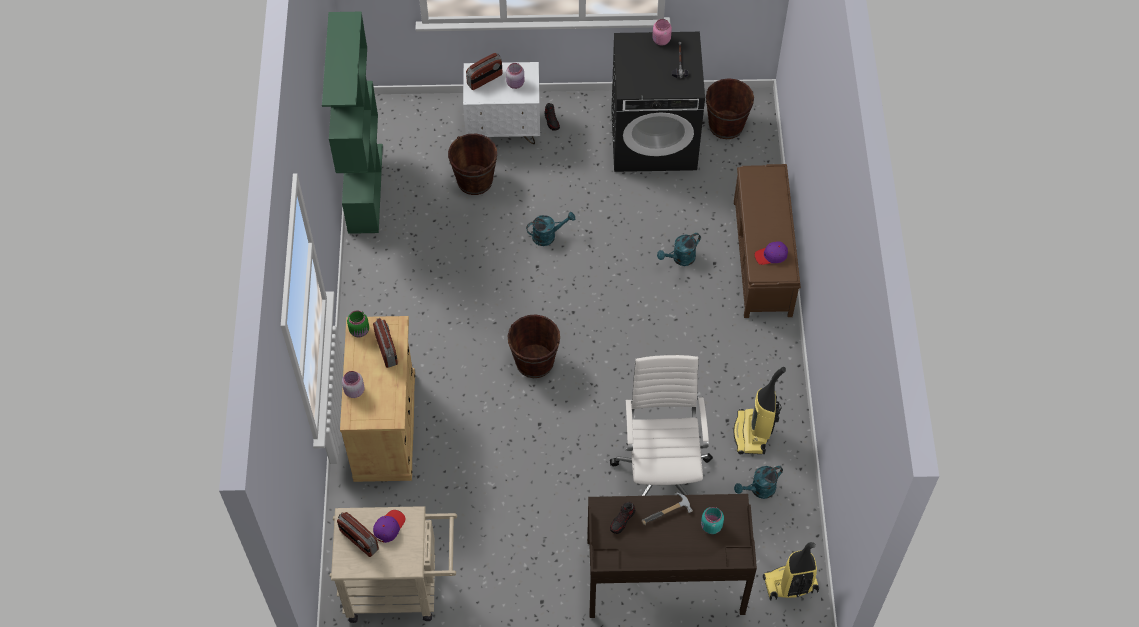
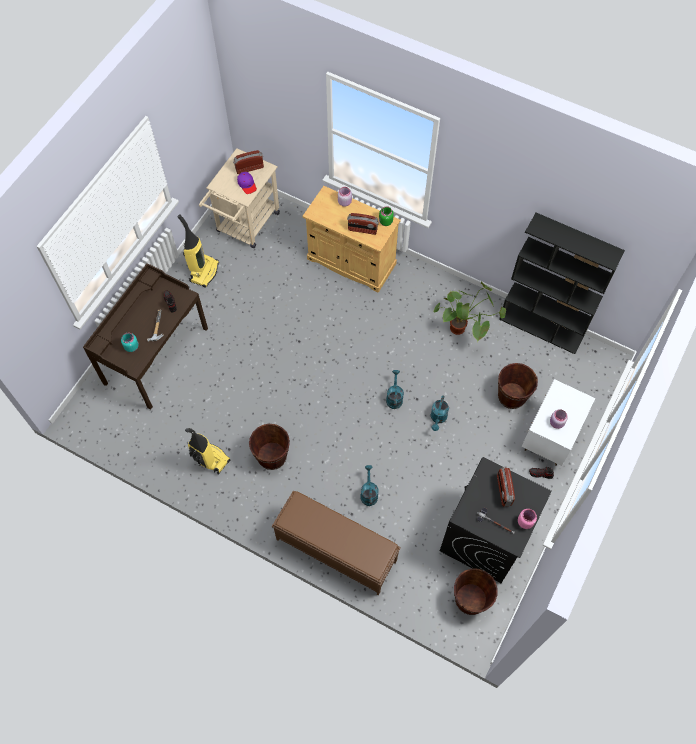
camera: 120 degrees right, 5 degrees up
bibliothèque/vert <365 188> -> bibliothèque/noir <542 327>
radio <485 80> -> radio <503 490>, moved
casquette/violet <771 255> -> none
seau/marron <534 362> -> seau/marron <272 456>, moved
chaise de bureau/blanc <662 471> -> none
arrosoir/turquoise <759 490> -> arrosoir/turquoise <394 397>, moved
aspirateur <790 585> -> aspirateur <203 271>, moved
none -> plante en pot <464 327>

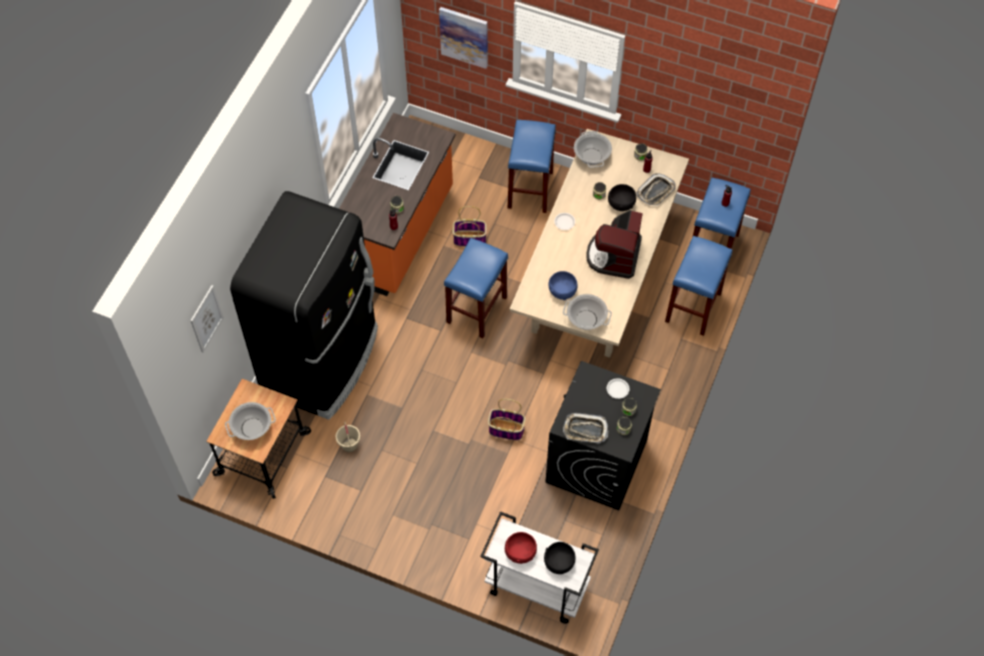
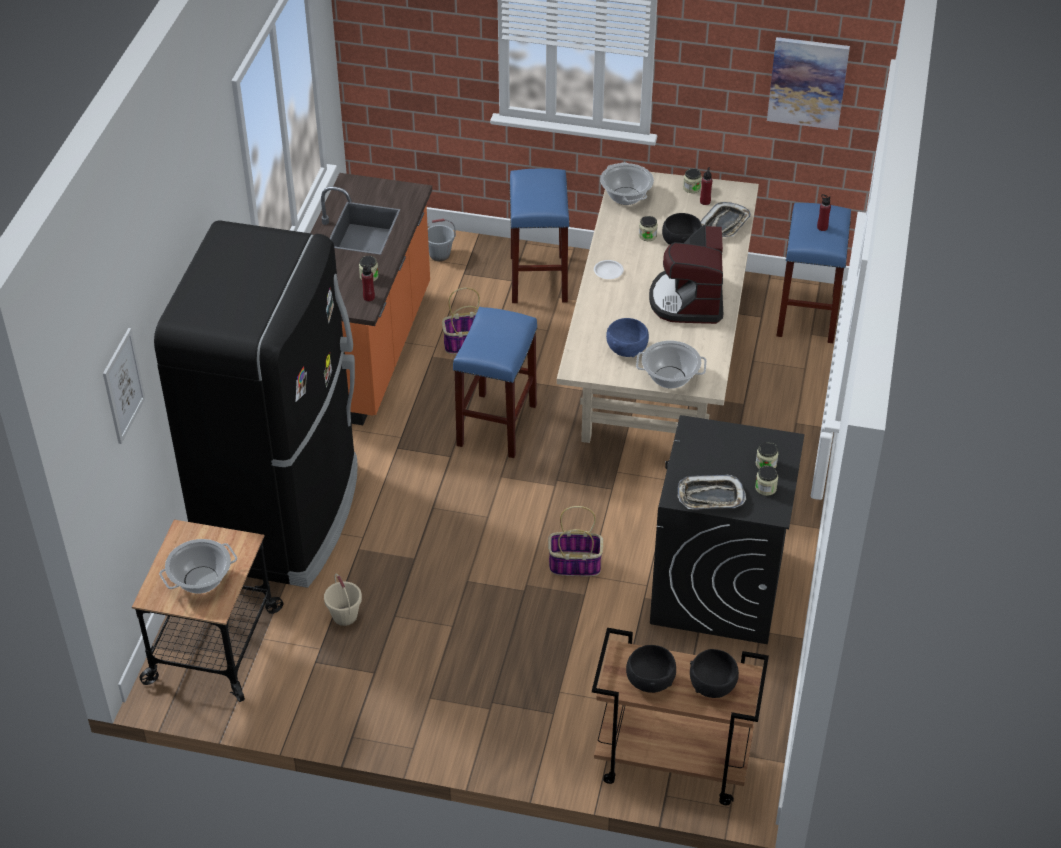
camera: 10 degrees left, 15 degrees down
tableau <464 36> -> tableau <807 82>, moved
tabouret/bleu <693 308> -> none
assiette/blanc <617 389> -> none
chariot/blanc <535 587> -> chariot/marron <670 763>
bol/rouge <520 552> -> bol/noir <649 680>
none -> seau/gris <439 255>

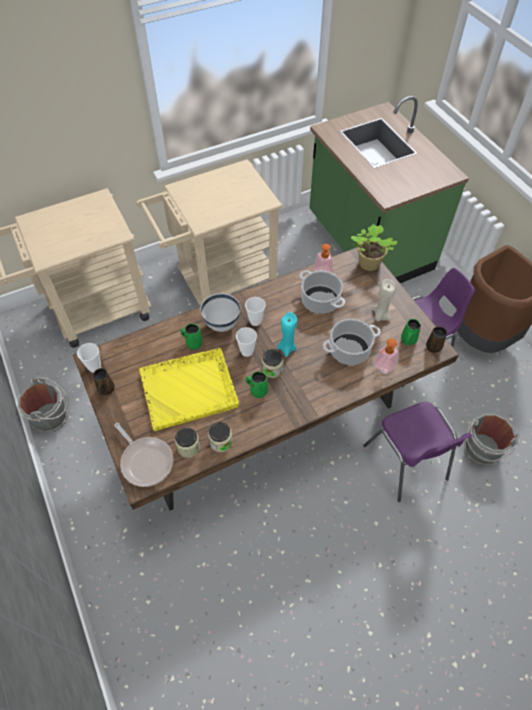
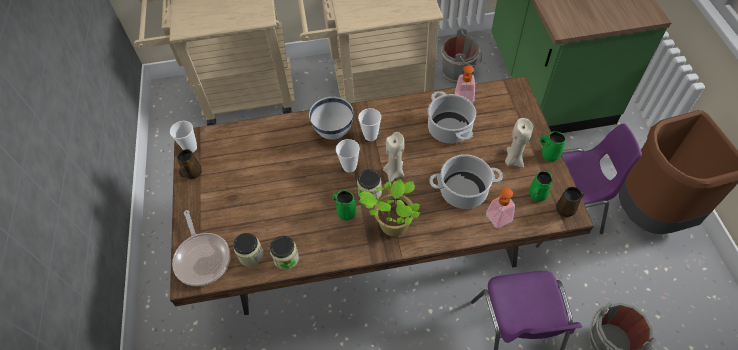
camera: 20 degrees right, 0 degrees up
plante en pot <368 264> -> plante en pot <392 225>, moved
bougie/turquoise <287 348> -> bougie/beige <394 172>
mug/vert <193 343> -> mug/vert <549 154>, moved
plateau/jaune <189 389> -> none
seau/gris <52 417> -> seau/gris <459 72>, moved

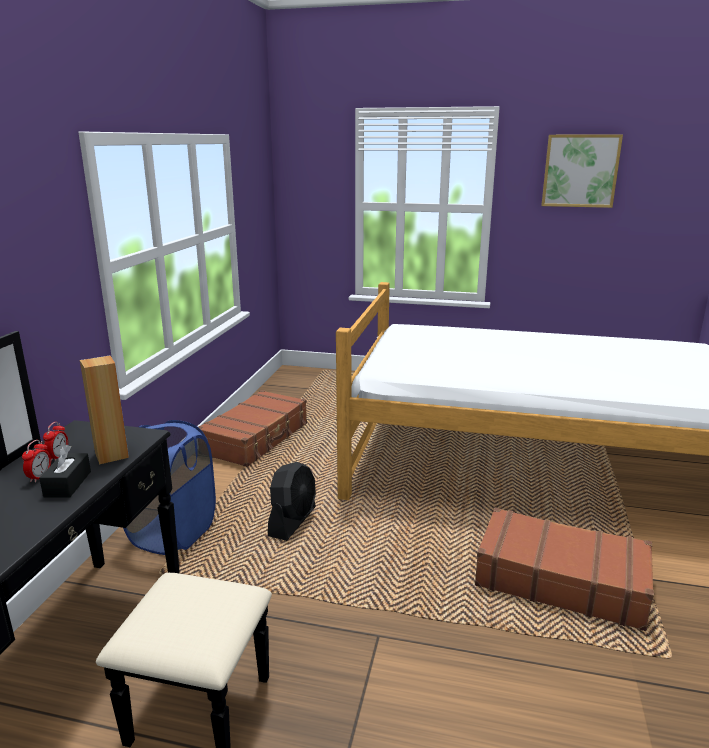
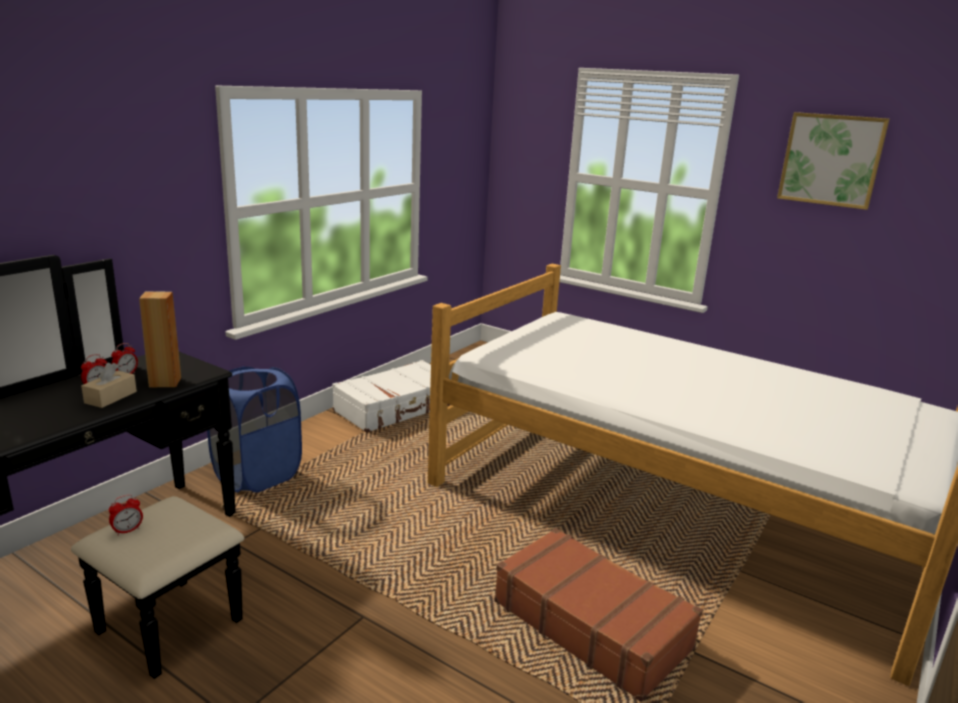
camera: 20 degrees right, 0 degrees up
valise/marron <256 438> -> valise/blanc <397 408>
boîte à mouchoirs/noir <68 484> -> boîte à mouchoirs/beige <110 397>
ventilateur/noir <293 521> -> none
none -> réveil <127 530>

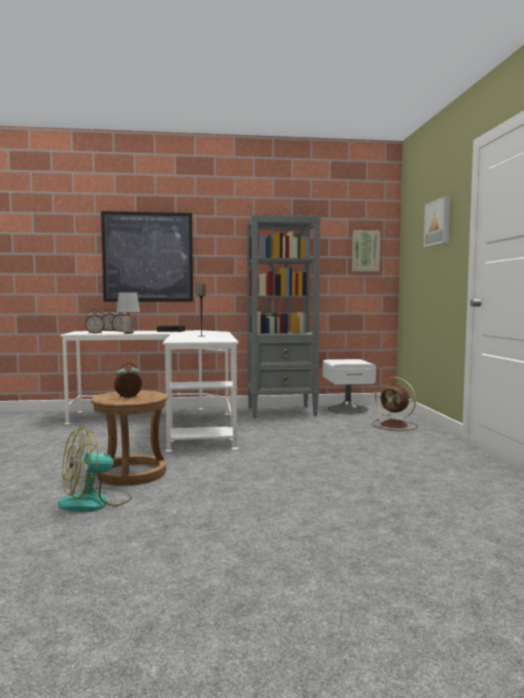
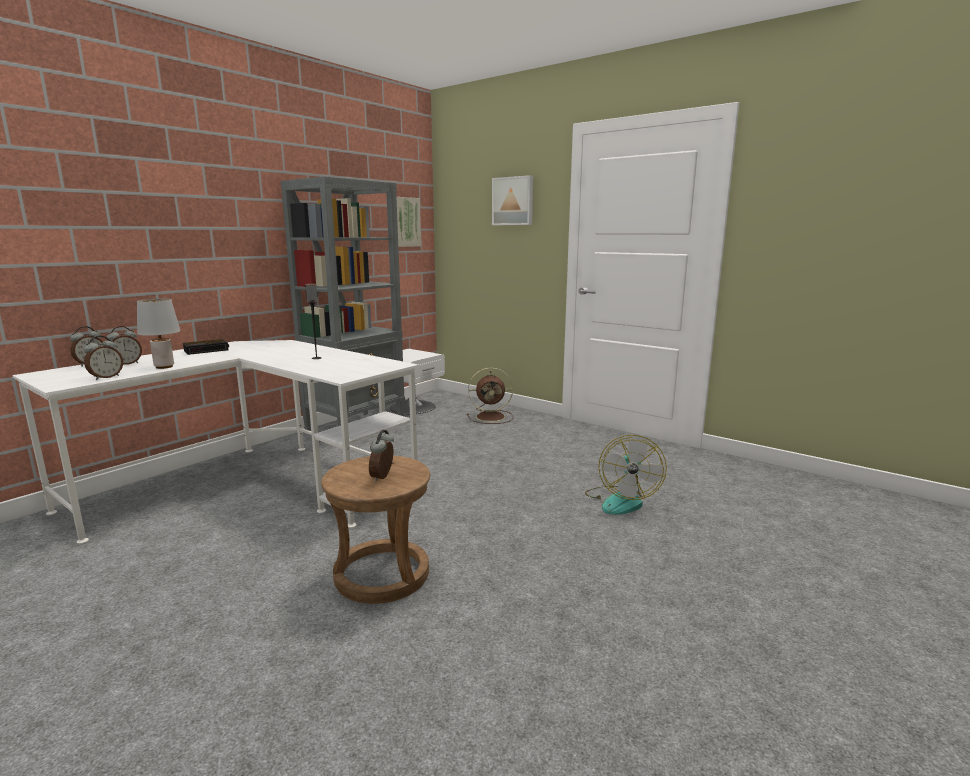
camera: 45 degrees left, 10 degrees up
tableau <148 257> -> none
ventilateur <95 502> -> ventilateur <621 500>, moved

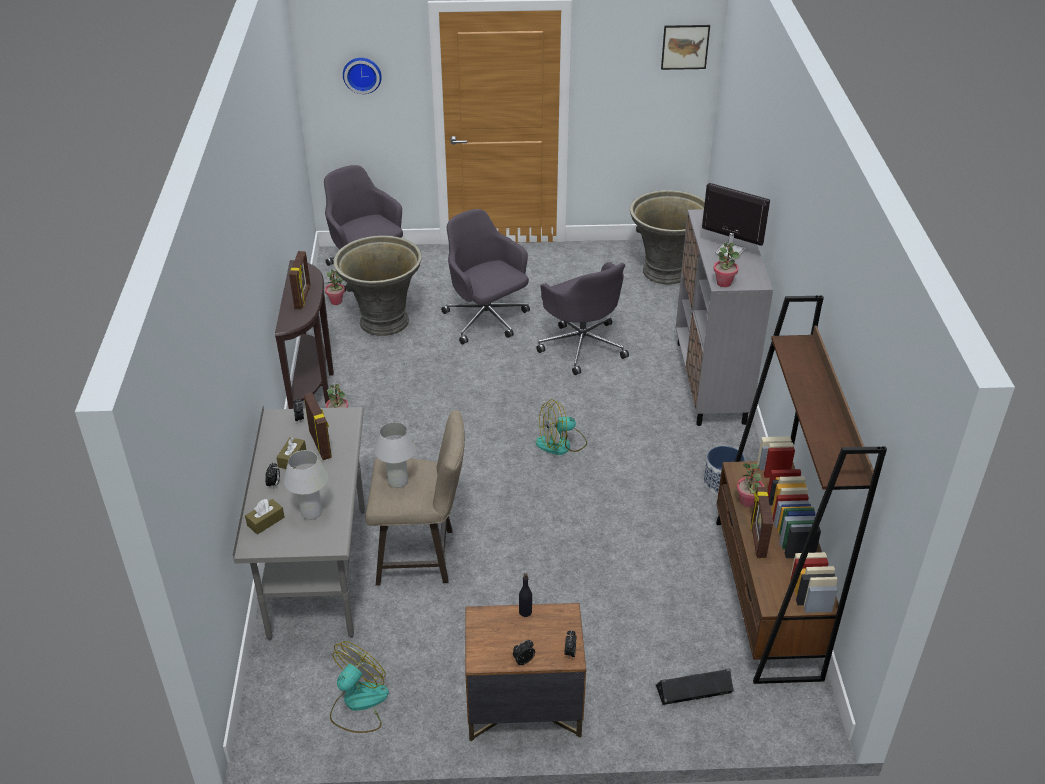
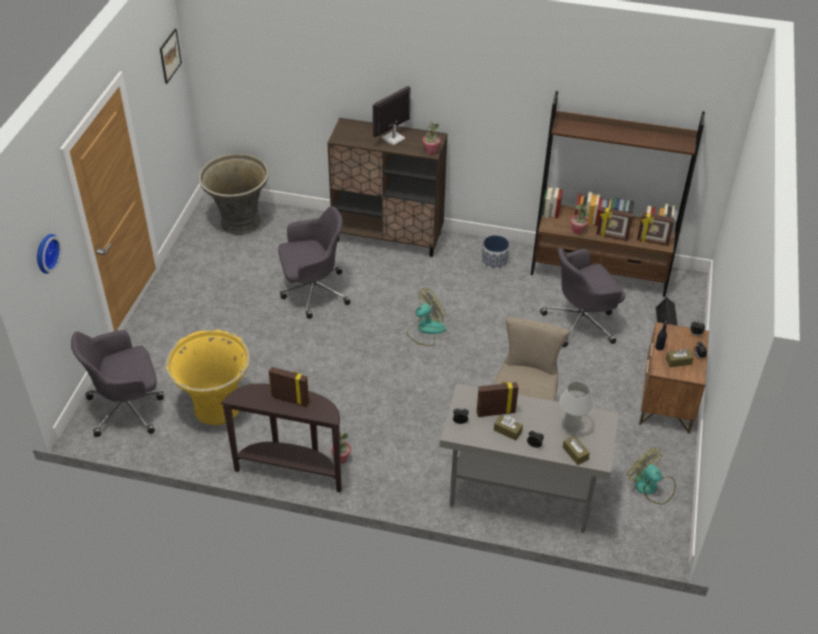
camera: 75 degrees left, 5 degrees up
chaise de bureau/gris <486 320> -> chaise de bureau/gris <581 322>, moved
meuble de rangement/gris <710 382> -> meuble de rangement/marron <388 237>
cache-pot/gris <383 321> -> cache-pot/jaune <215 408>
plante en pot <336 301> -> none
ventilateur <561 443> -> ventilateur <425 330>, 120 degrees counterclockwise
lampe de table/blanc <398 481> -> none
none -> cadre photo <652 242>
none -> boîte à mouchoirs/marron <678 361>

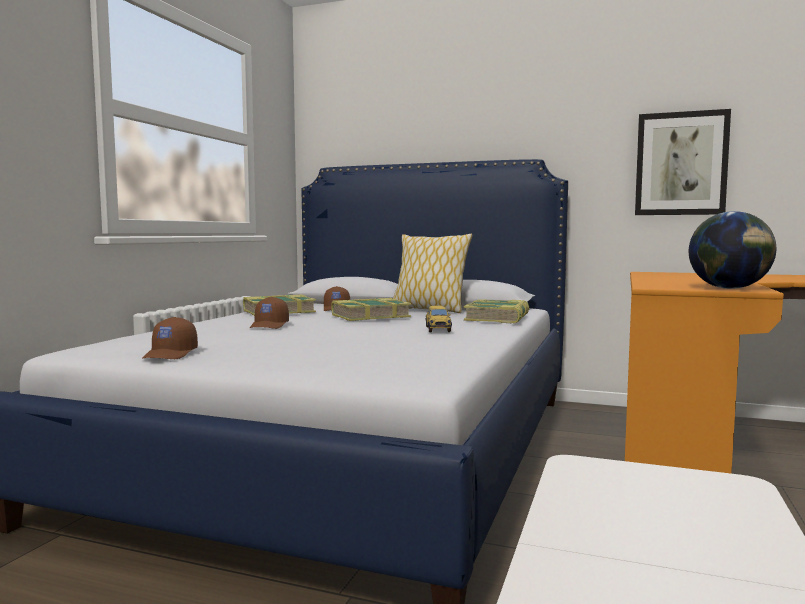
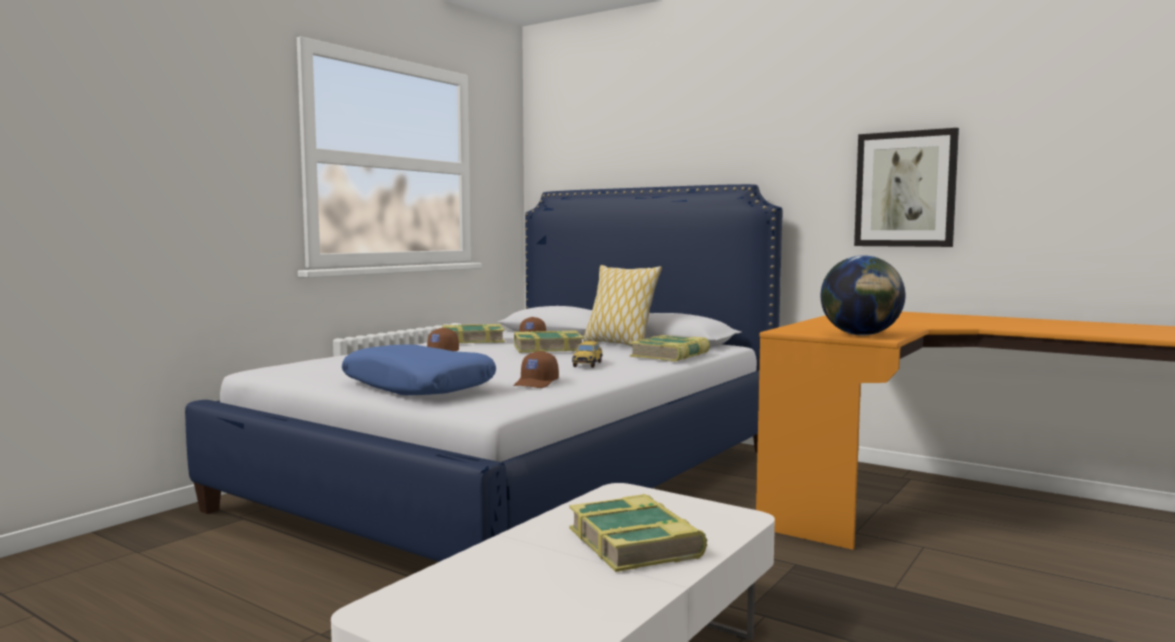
camera: 15 degrees right, 0 degrees up
casquette/marron <171 354> -> casquette/marron <536 383>, moved
none -> coussin/bleu <418 387>
none -> livre <636 543>

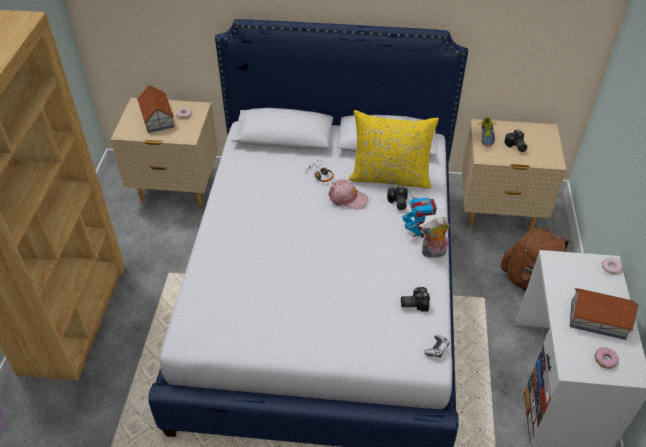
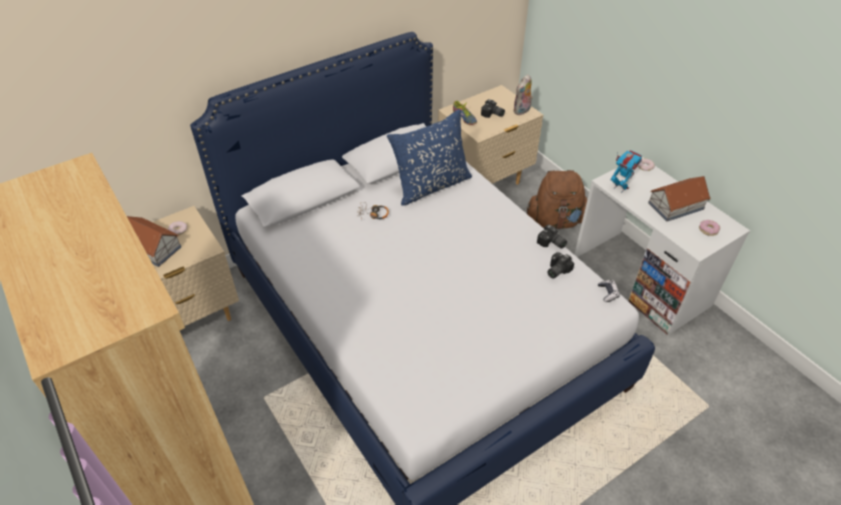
camera: 40 degrees left, 0 degrees up
coussin/jaune <390 177> -> coussin/bleu <431 185>
casquette/rose <347 198> -> none
appareil photo <397 203> -> appareil photo <551 243>, moved
robot jouet <417 232> -> robot jouet <620 187>, moved
peluche <433 253> -> peluche <522 111>, moved

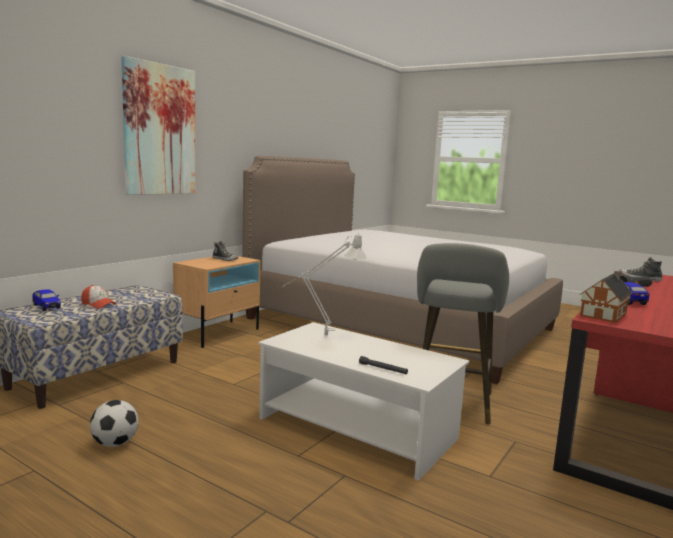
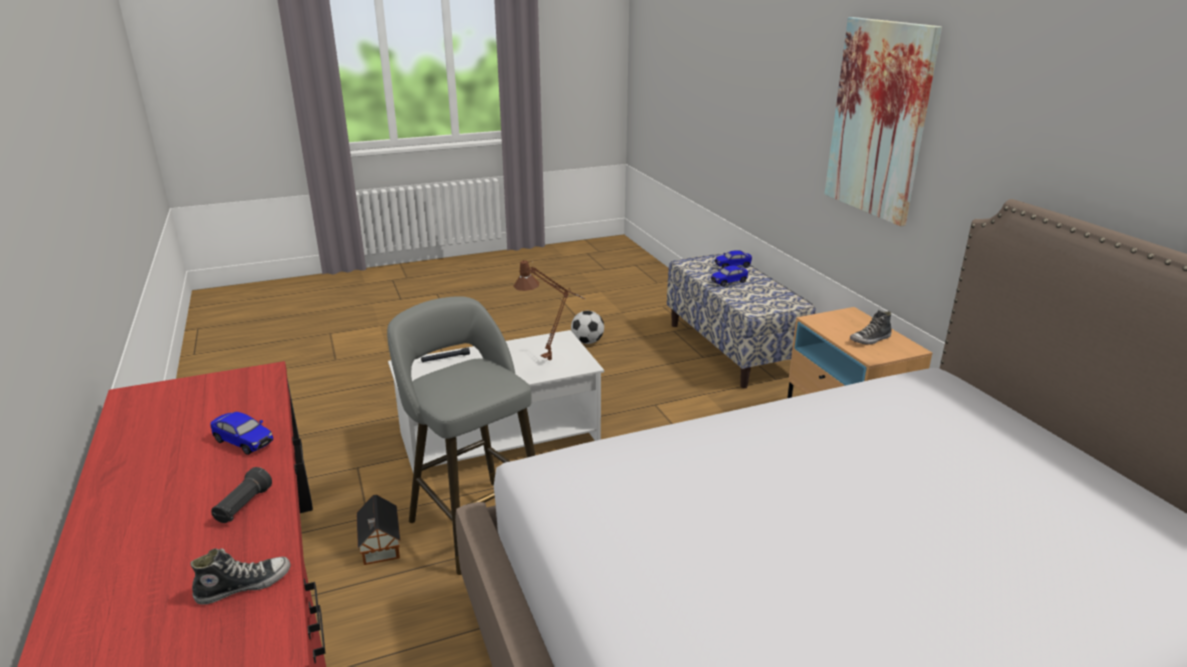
camera: 125 degrees right, 15 degrees up
lampe de table/gris <320 336> -> lampe de table/marron <554 359>
maison miniature <604 314> -> maison miniature <380 546>, moved
casquette <98 304> -> petite voiture <728 282>

